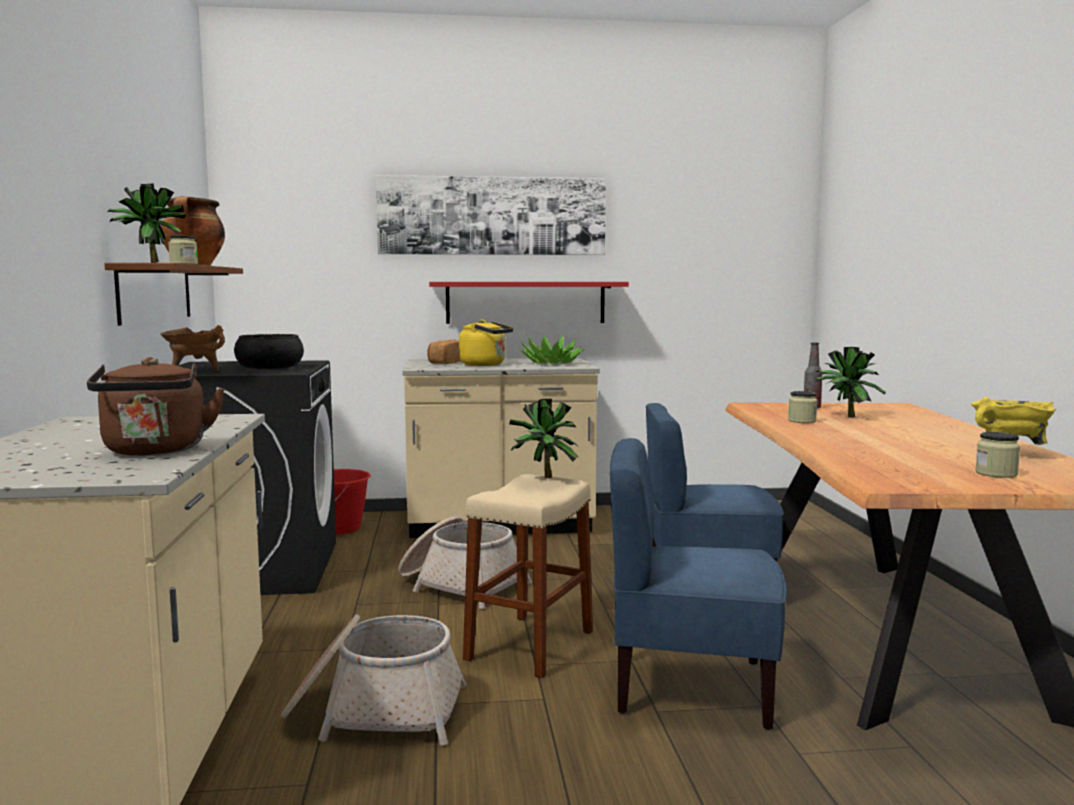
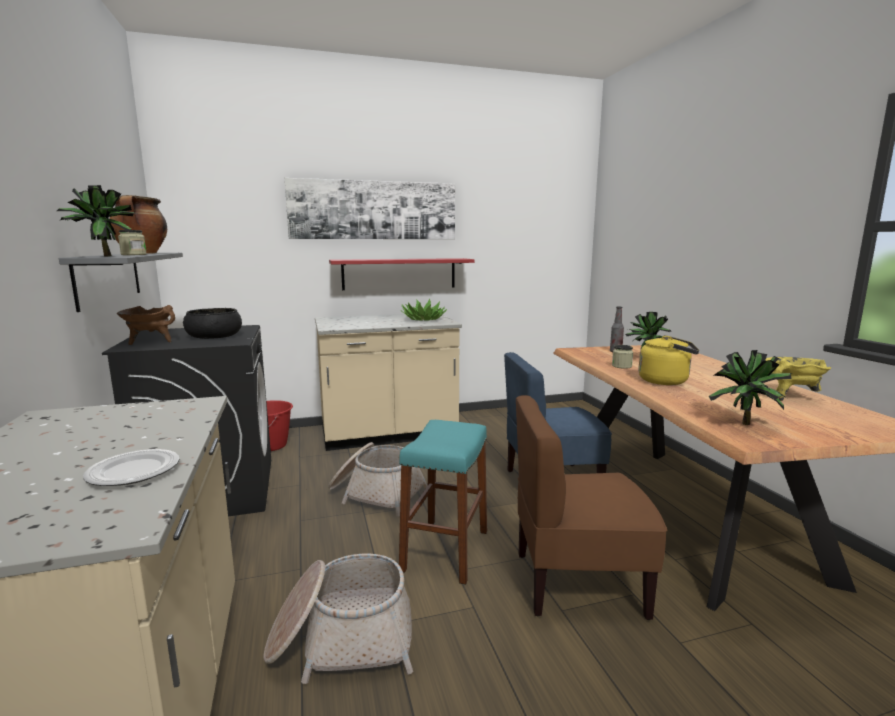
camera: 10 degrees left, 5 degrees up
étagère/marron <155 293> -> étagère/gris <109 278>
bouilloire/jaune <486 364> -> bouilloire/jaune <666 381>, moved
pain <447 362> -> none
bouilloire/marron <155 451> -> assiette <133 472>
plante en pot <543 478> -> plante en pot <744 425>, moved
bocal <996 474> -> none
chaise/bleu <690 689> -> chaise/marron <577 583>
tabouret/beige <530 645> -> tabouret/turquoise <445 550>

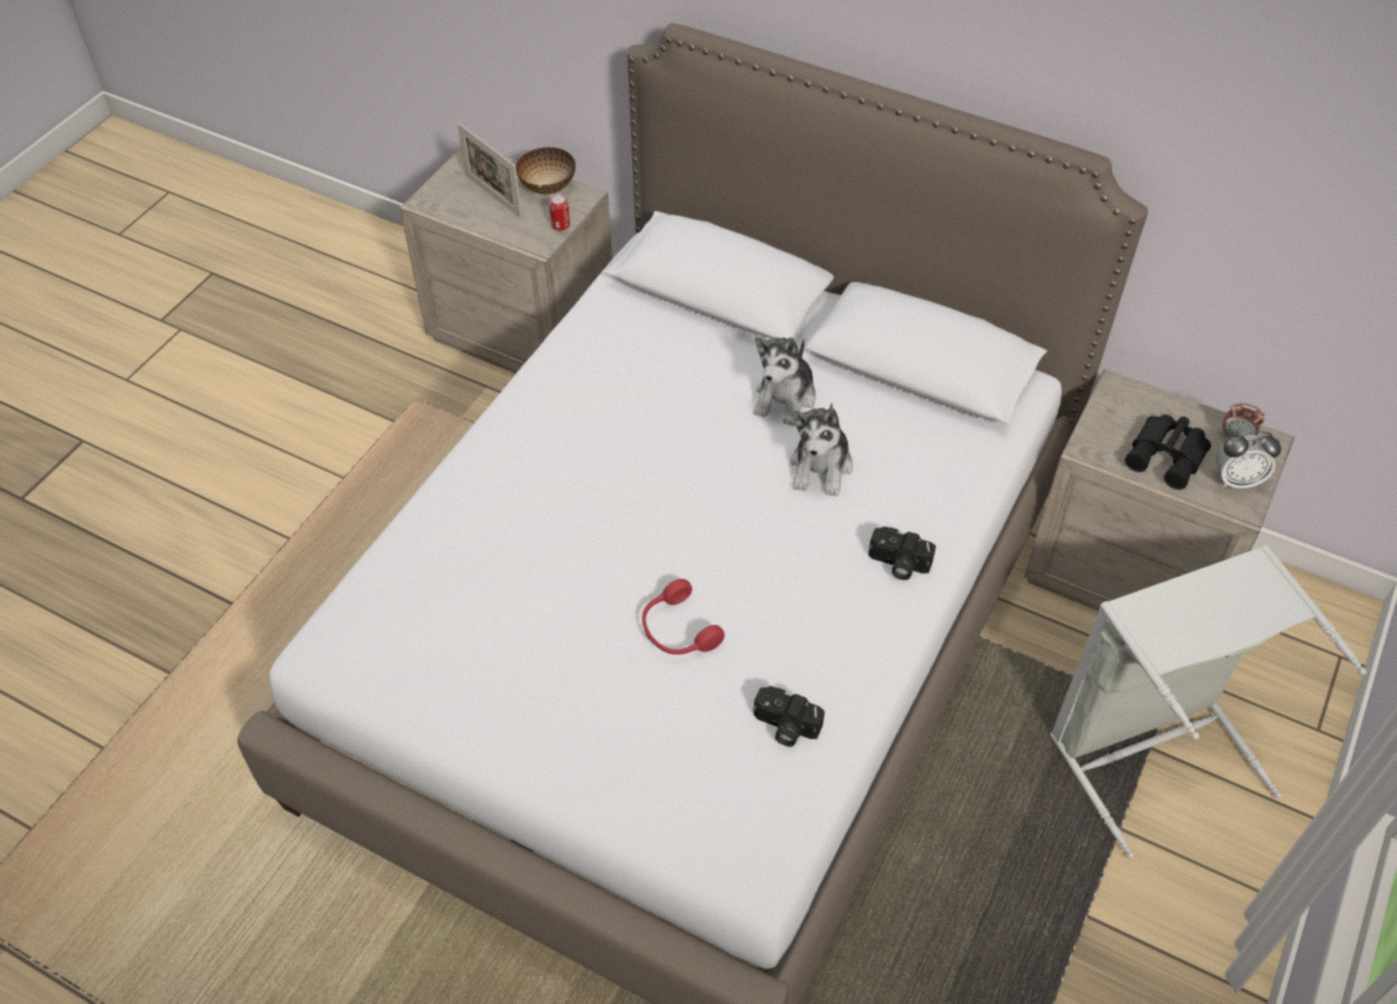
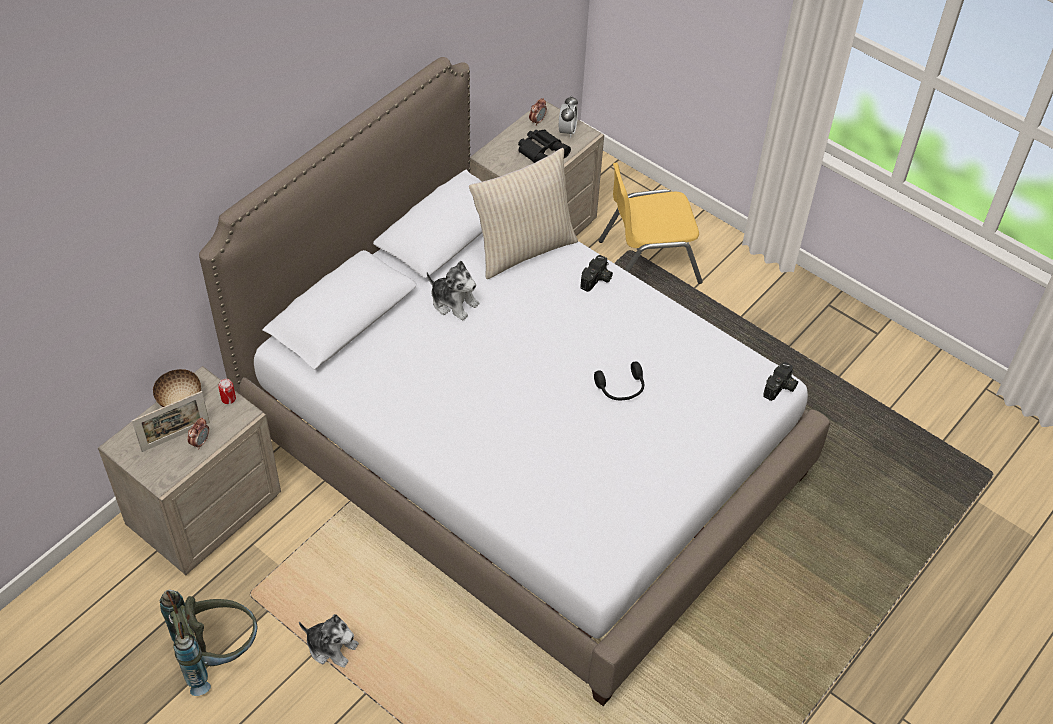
camera: 80 degrees left, 0 degrees up
peluche <821 467> -> peluche <331 647>, moved
panier à linge/gris <1150 747> -> chaise/jaune <648 260>
casque audio/rouge <677 630> -> casque audio/noir <621 388>
appareil photo <784 727> -> appareil photo <780 388>, moved
none -> coussin/beige <523 248>
none -> réveil <200 442>
none -> sac à dos/gris <218 655>

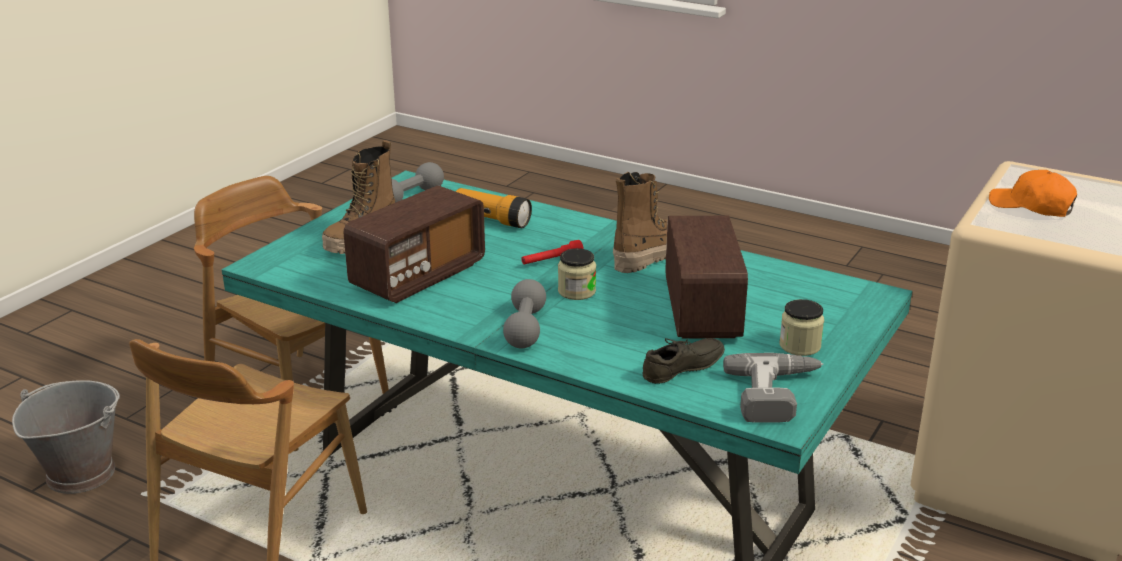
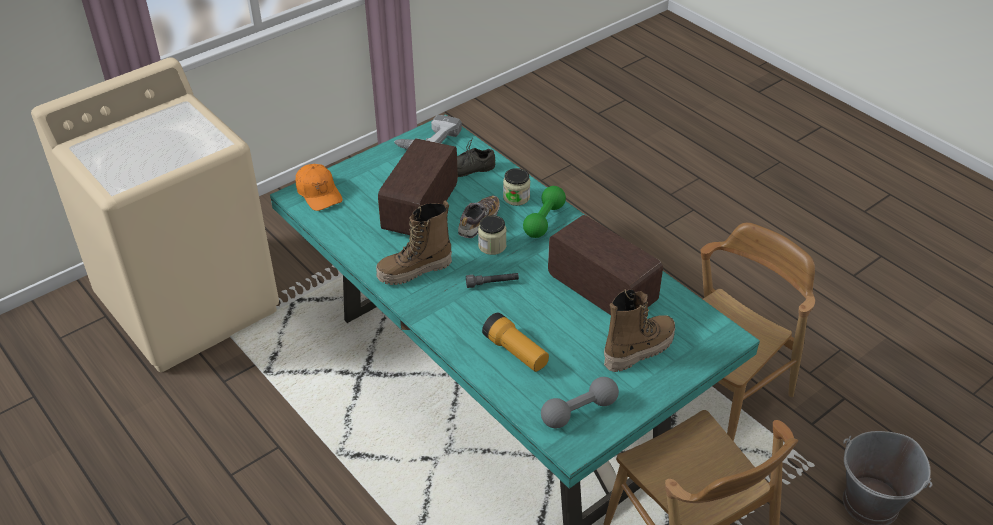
camera: 160 degrees left, 15 degrees up
casquette/orange <1031 206> -> casquette/orange <319 193>, moved
radio <418 276> -> radio <601 291>, 75 degrees clockwise
lampe de poche/rouge <551 261> -> lampe de poche/gris <492 283>
haltère/gris <525 328> -> haltère/vert <544 220>
bocal <800 346> -> bocal <516 197>, moved
none -> chaussure <478 222>

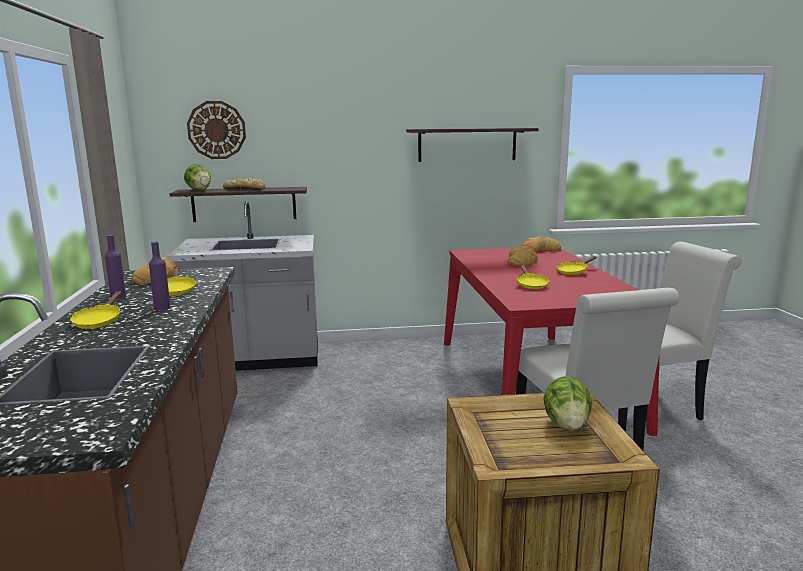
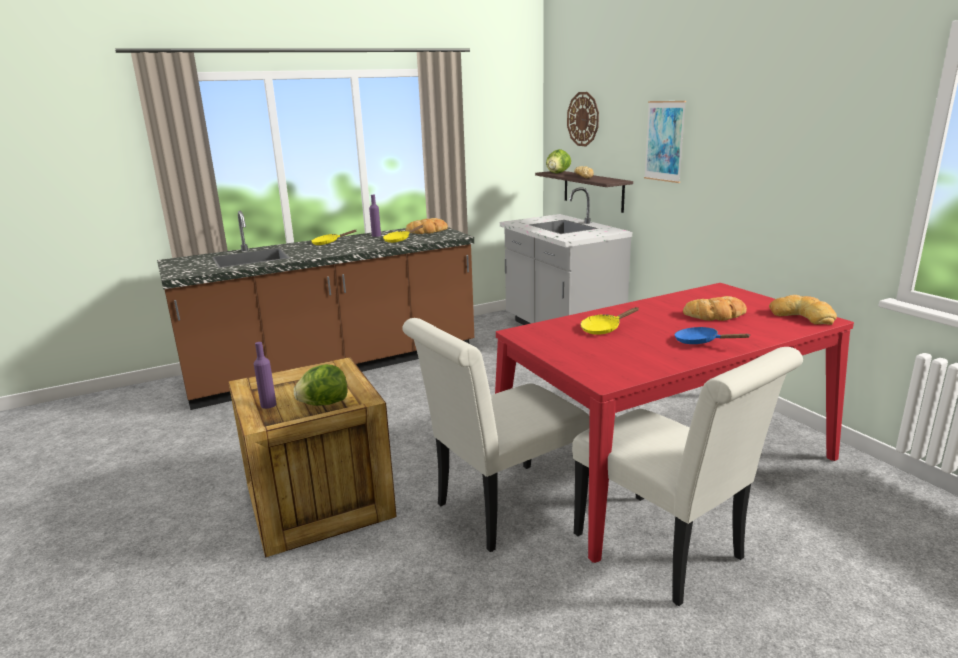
camera: 70 degrees right, 5 degrees up
étagère <467 144> -> none
bouteille/violet <162 308> -> bouteille/violet <268 405>, moved
poêle/jaune <574 272> -> poêle/bleu <700 342>
none -> tableau <664 141>

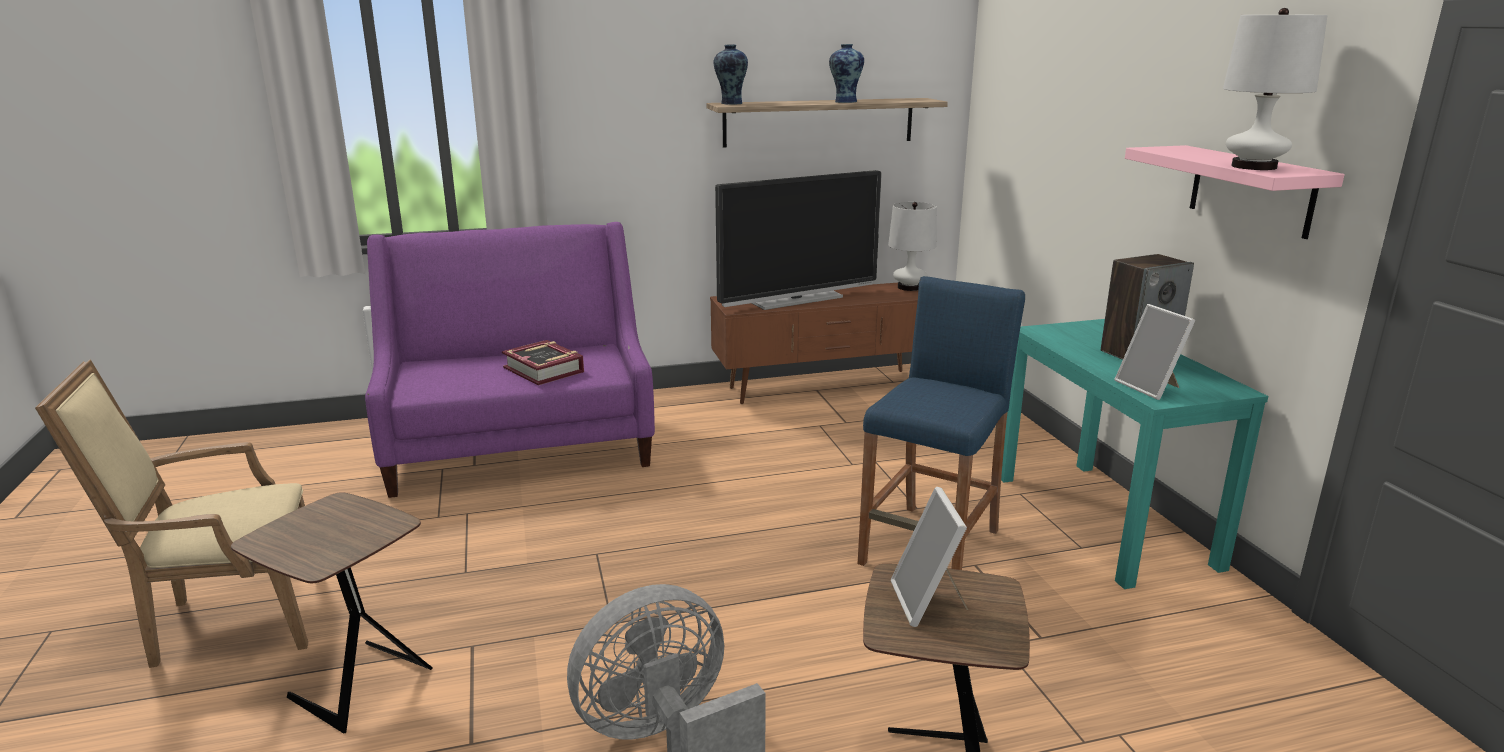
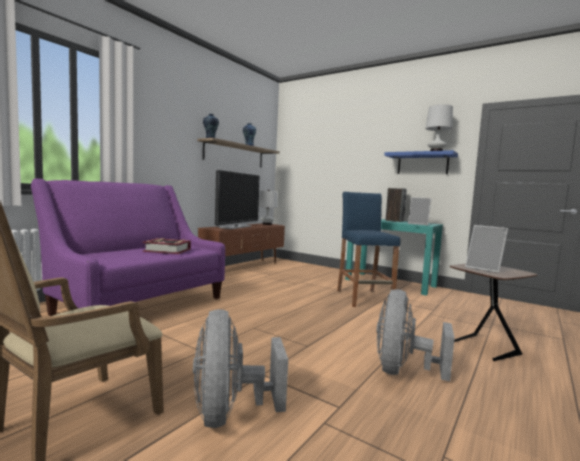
camera: 40 degrees left, 15 degrees down
étagère/rose <1251 190> -> étagère/bleu <422 164>
table d'appoint/marron <356 684> -> ventilateur/gris <230 413>

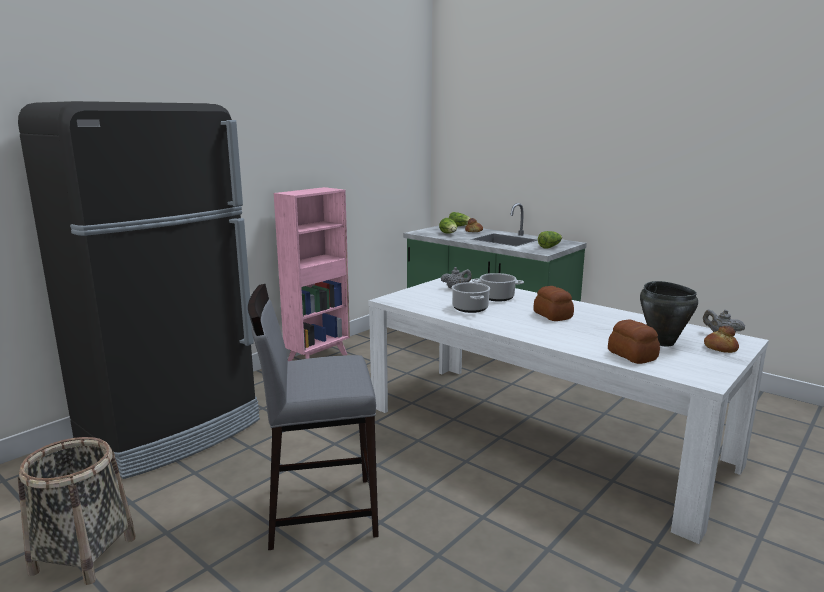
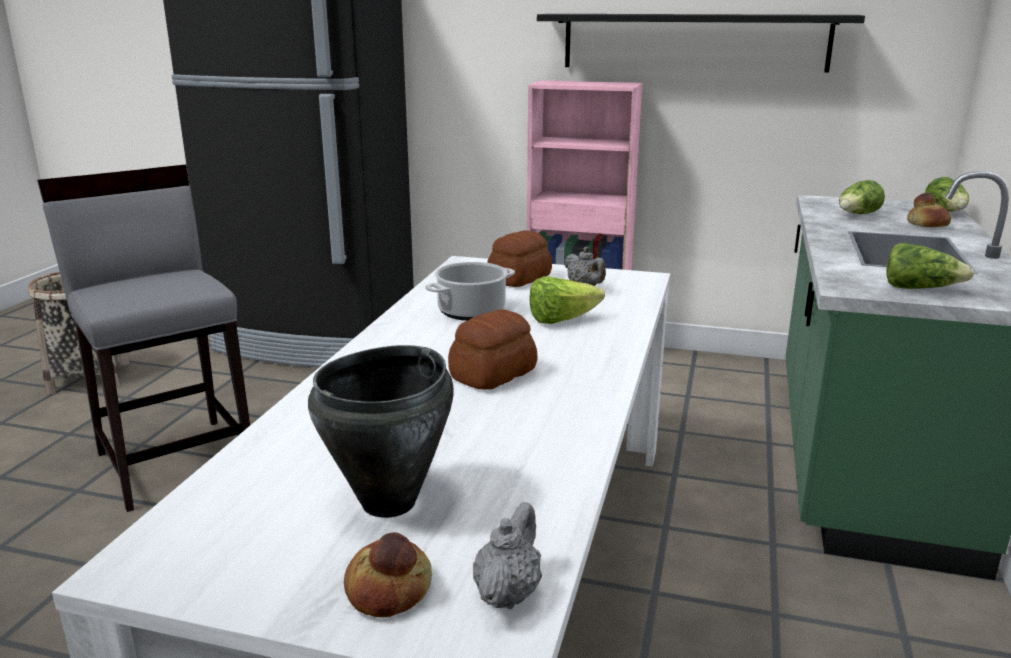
camera: 65 degrees right, 5 degrees up
marmite <496 298> -> laitue <561 320>
pain <632 356> -> pain <518 279>, moved
none -> étagère/noir <694 42>

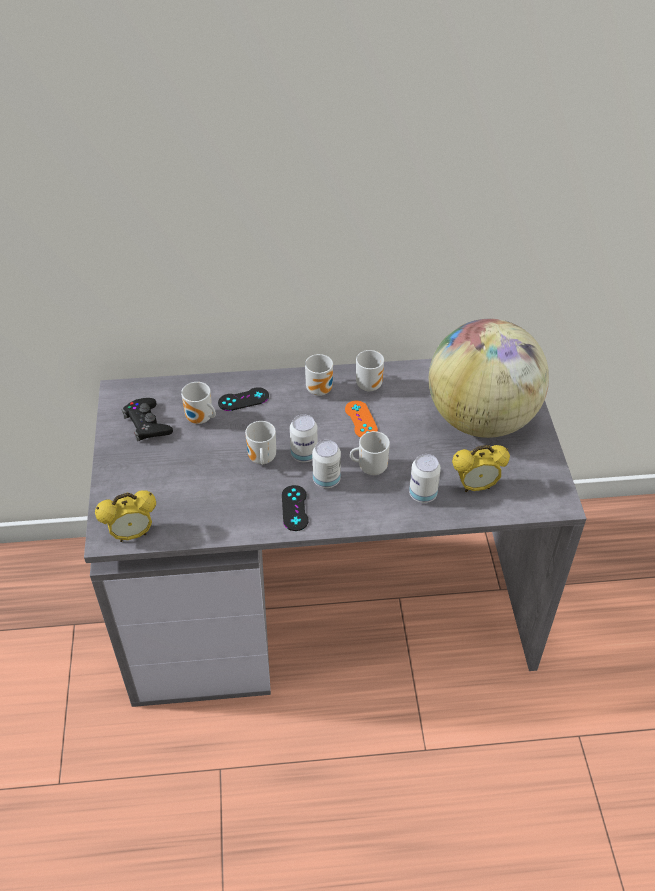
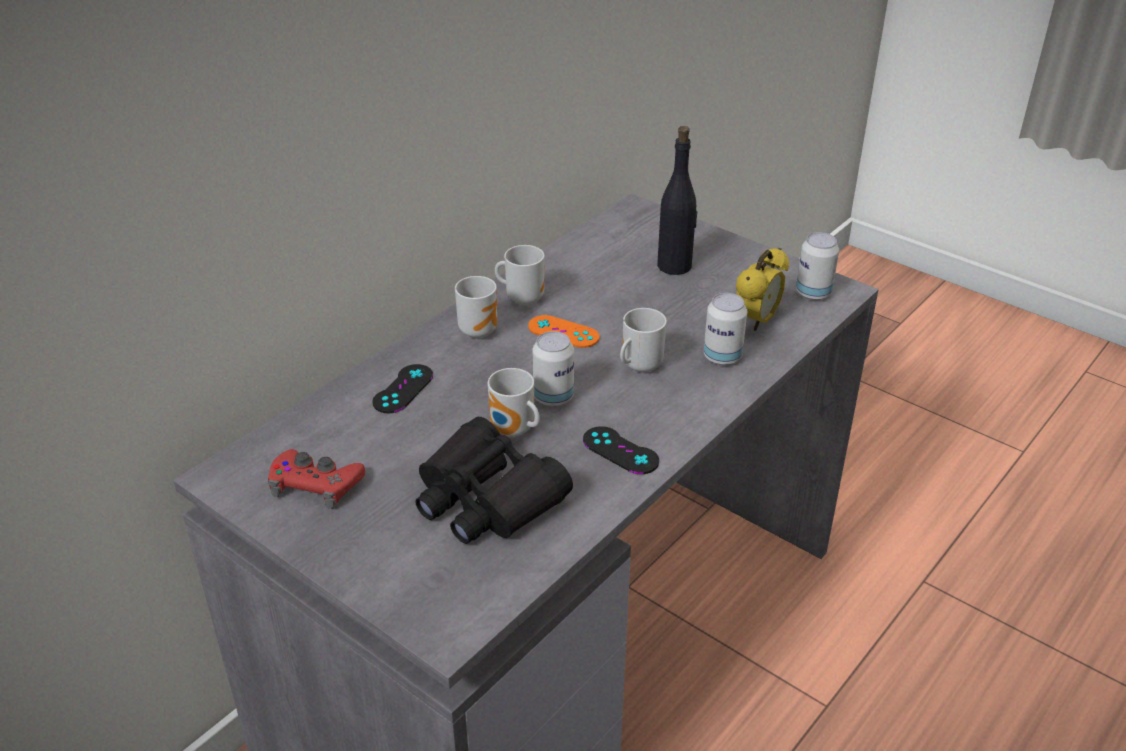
camera: 45 degrees left, 10 degrees down
globe <481 419> -> bouteille/noir <675 266>
mug <200 420> -> none
manette/noir <147 424> -> manette/rouge <316 484>
boîte métallique <326 480> -> boîte métallique <813 293>, moved
réveil <132 534> -> none
none -> jumelles/noir <486 498>

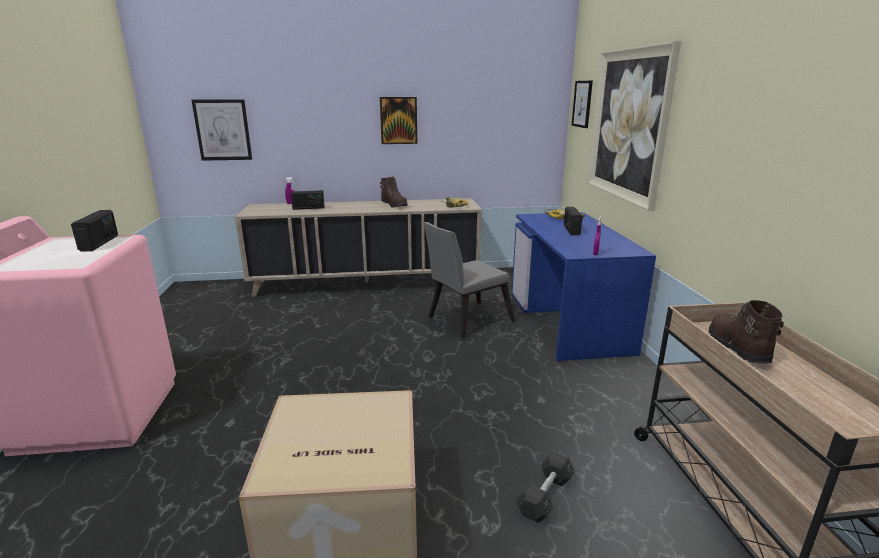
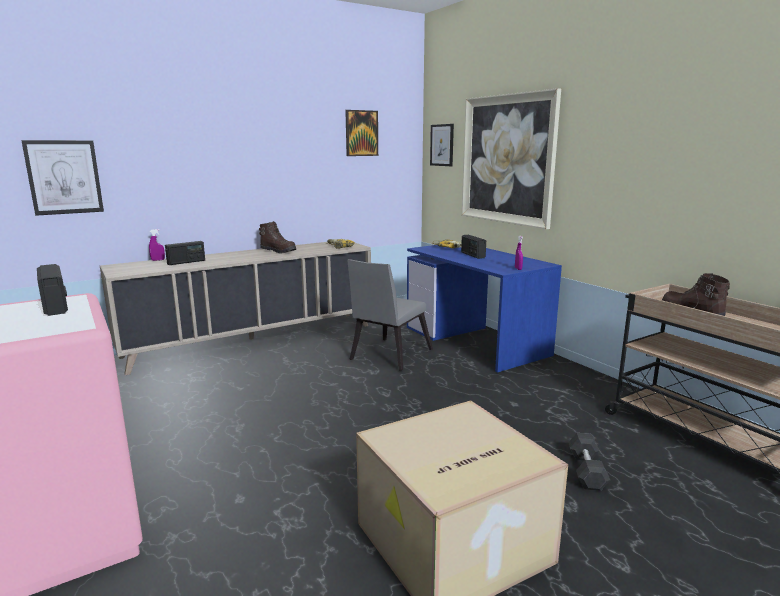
camera: 25 degrees left, 5 degrees down
tableau <398 120> -> tableau <361 133>, moved

